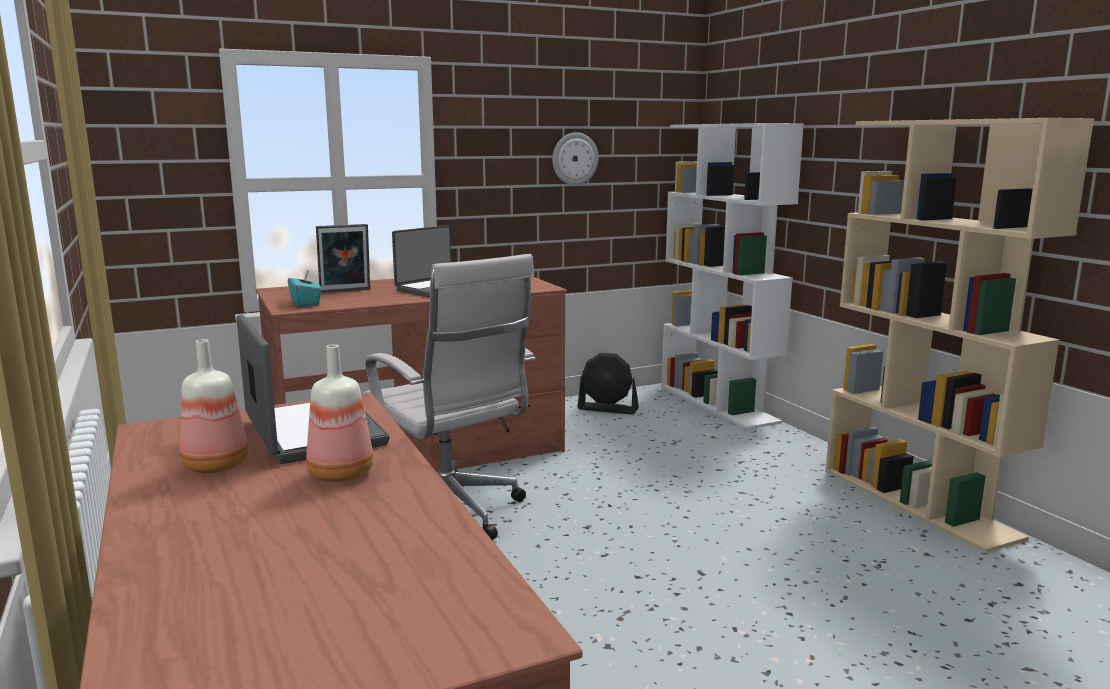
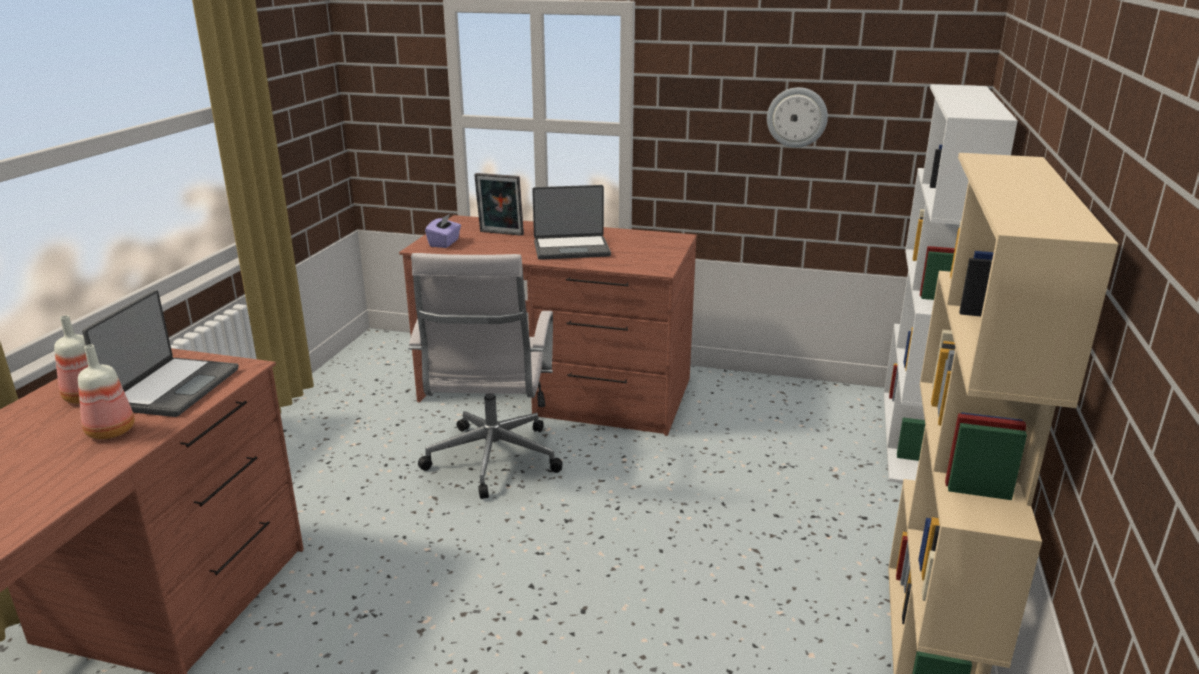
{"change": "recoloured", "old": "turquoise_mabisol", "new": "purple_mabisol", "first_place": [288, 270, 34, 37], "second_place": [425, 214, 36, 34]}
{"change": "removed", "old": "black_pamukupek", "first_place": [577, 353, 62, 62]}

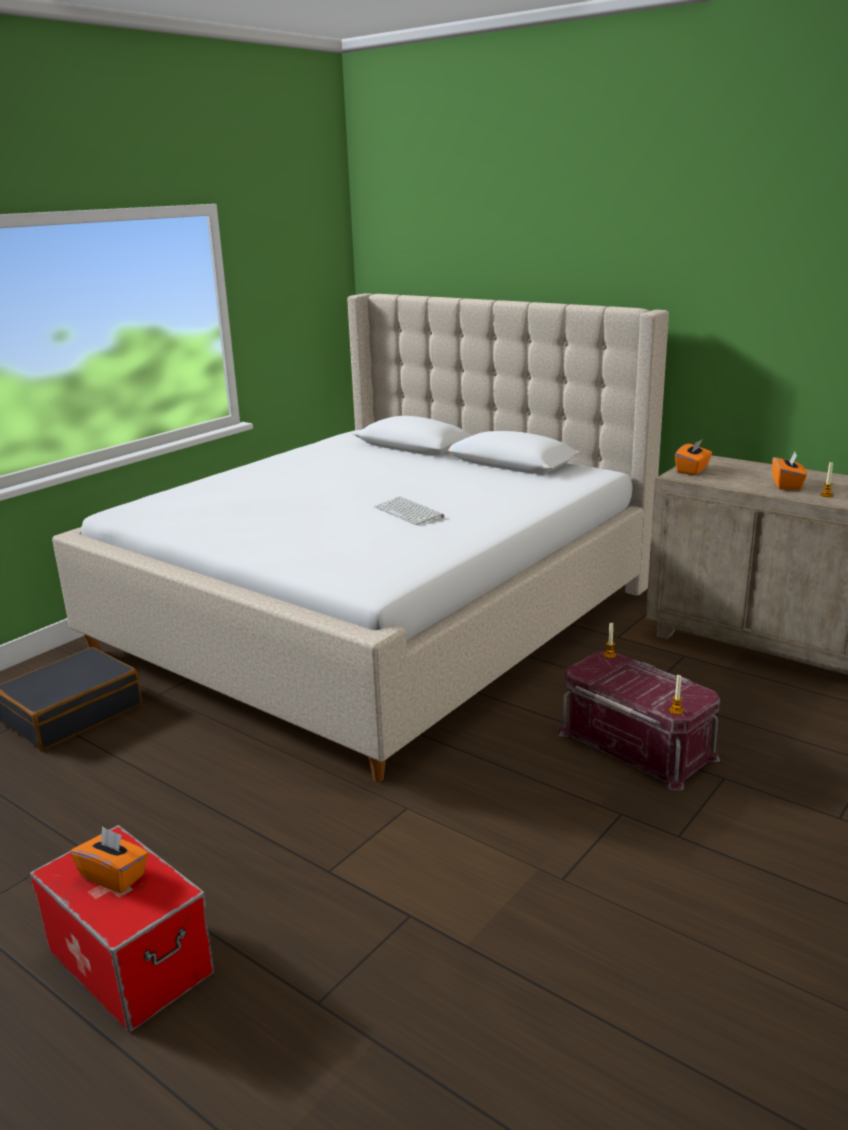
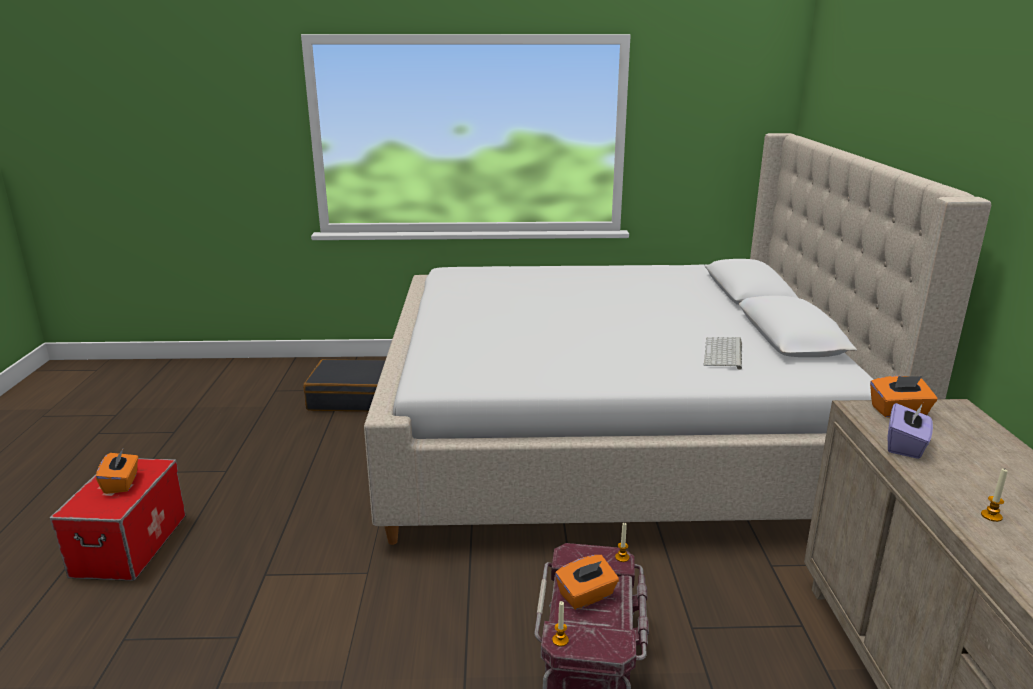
{"change": "moved", "old": "orange_mabisol", "first_place": [772, 452, 35, 38], "second_place": [555, 555, 64, 55]}
{"change": "moved", "old": "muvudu", "first_place": [374, 496, 71, 29], "second_place": [704, 337, 38, 33]}
{"change": "added", "new": "purple_mabisol", "second_place": [888, 403, 45, 56]}

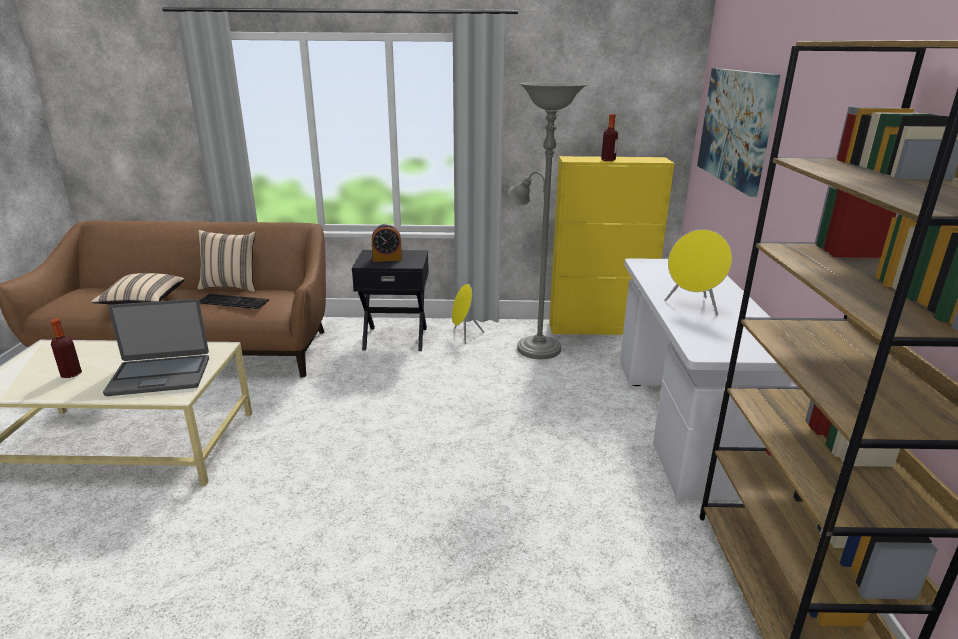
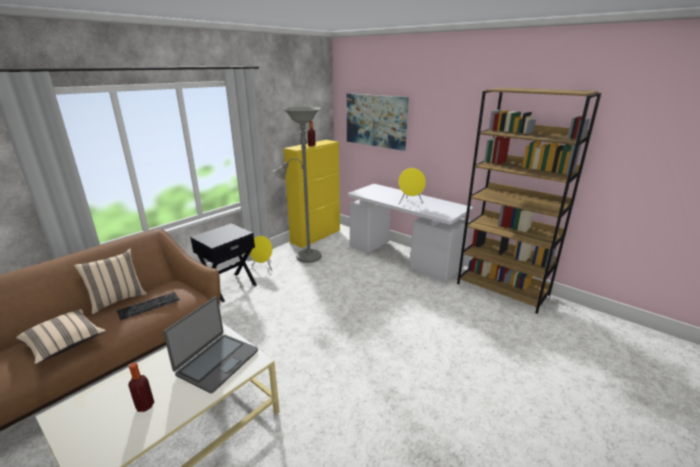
{"change": "removed", "old": "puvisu", "first_place": [372, 224, 30, 38]}

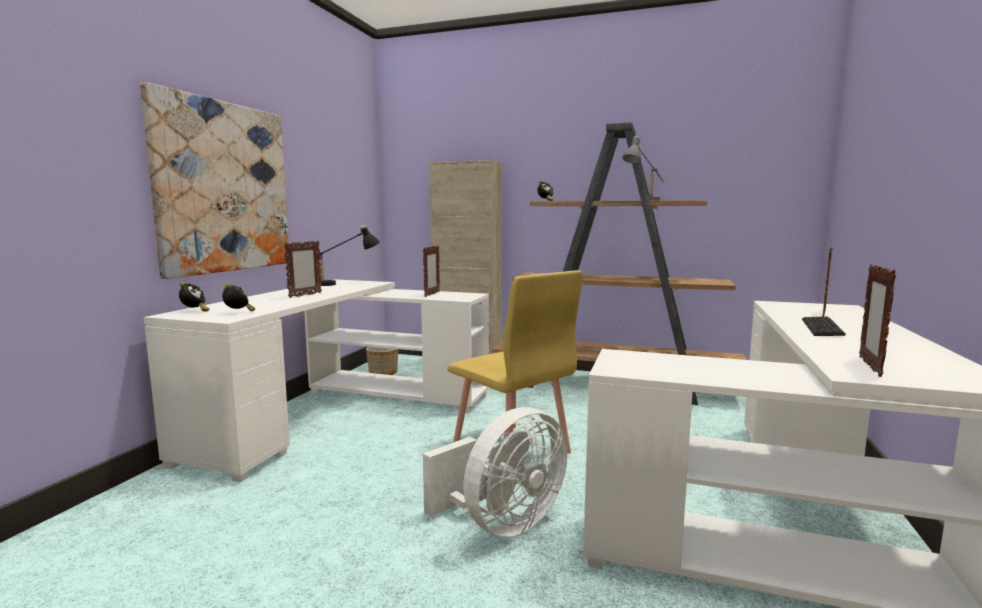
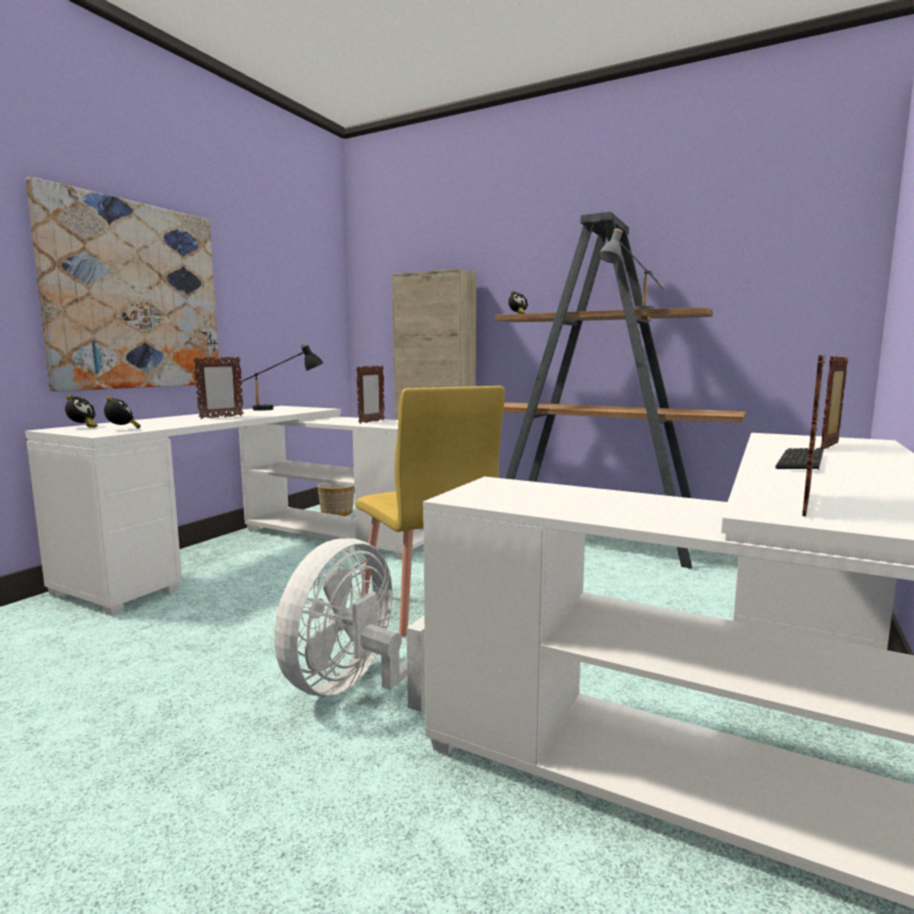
{"change": "turned", "old": "white_pamukupek", "first_place": [423, 407, 144, 130], "second_place": [274, 538, 151, 174], "degrees": 150}

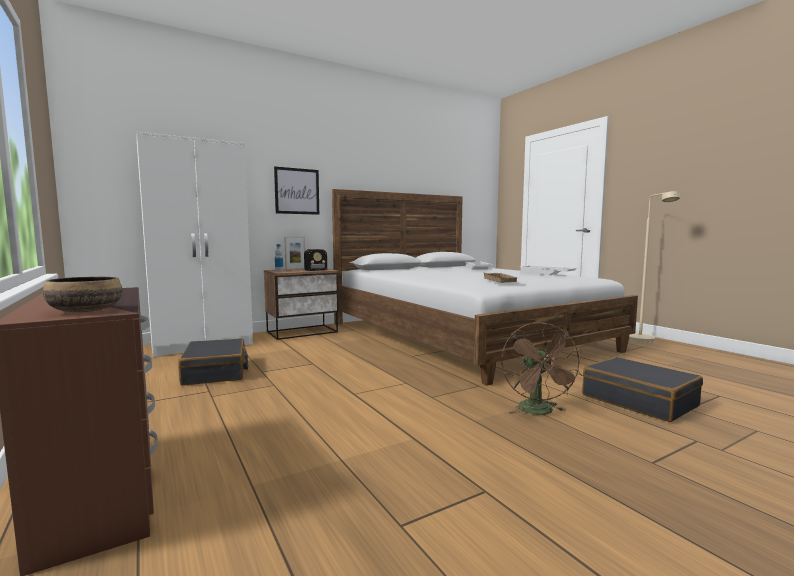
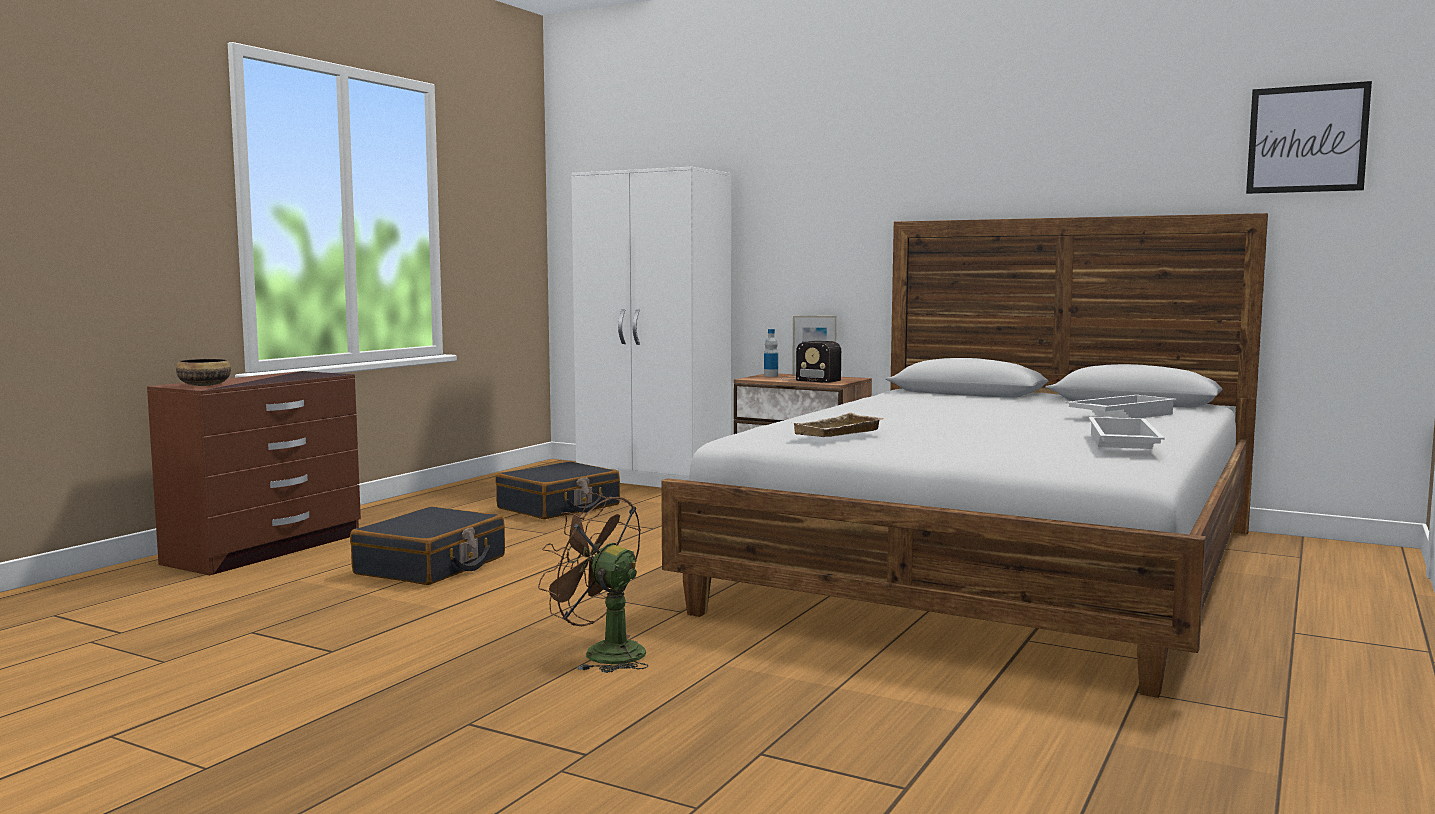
{"change": "moved", "old": "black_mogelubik", "first_place": [582, 357, 121, 65], "second_place": [350, 506, 155, 79]}
{"change": "turned", "old": "brown_pamukupek", "first_place": [501, 322, 81, 93], "second_place": [538, 492, 110, 181], "degrees": 60}
{"change": "moved", "old": "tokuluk", "first_place": [274, 166, 45, 49], "second_place": [1246, 81, 126, 113]}
{"change": "removed", "old": "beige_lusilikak", "first_place": [629, 191, 51, 153]}

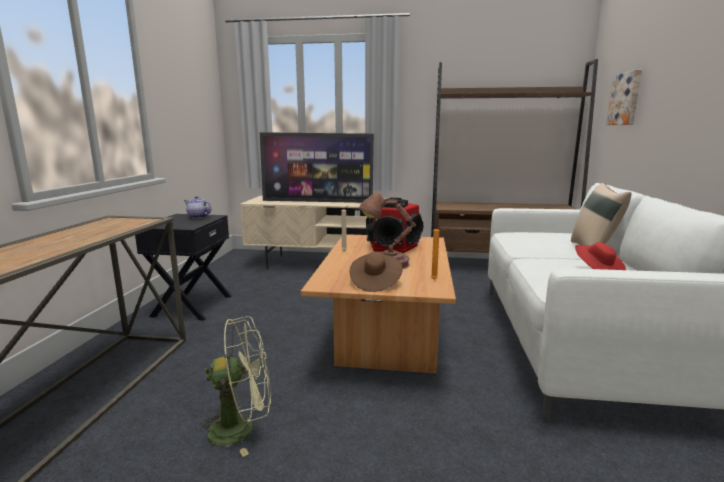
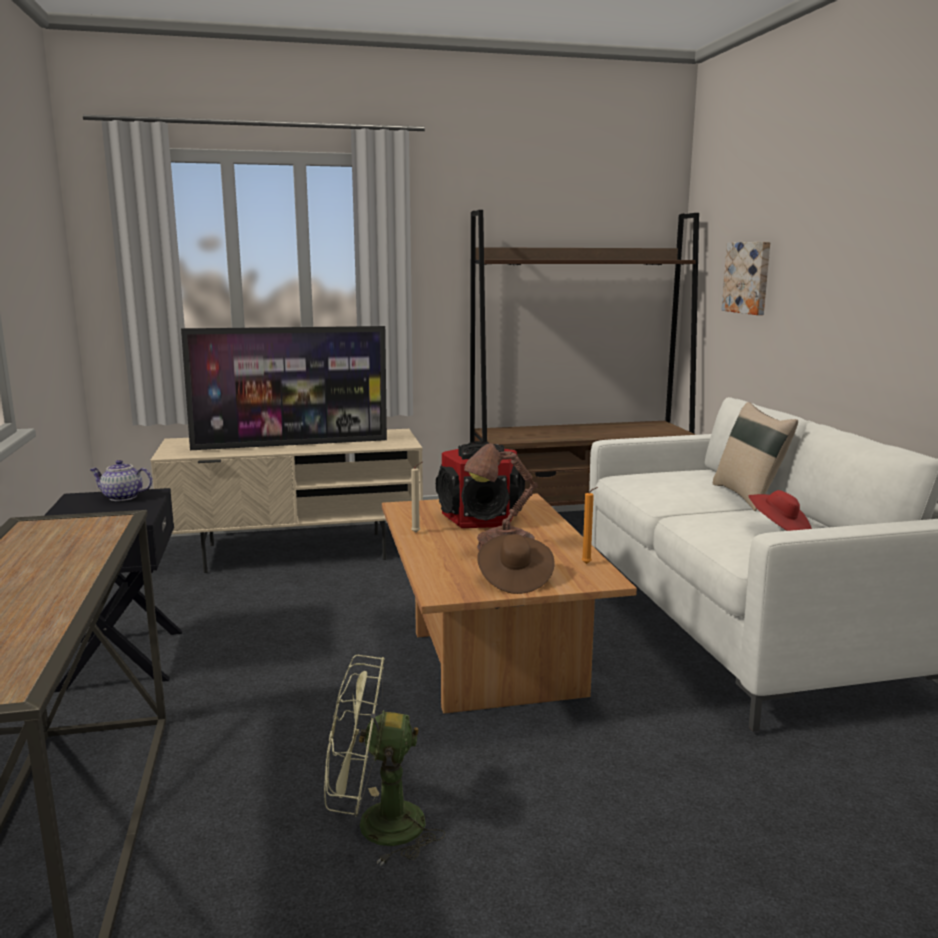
{"change": "turned", "old": "green_pamukupek", "first_place": [195, 316, 76, 141], "second_place": [324, 655, 121, 211], "degrees": -150}

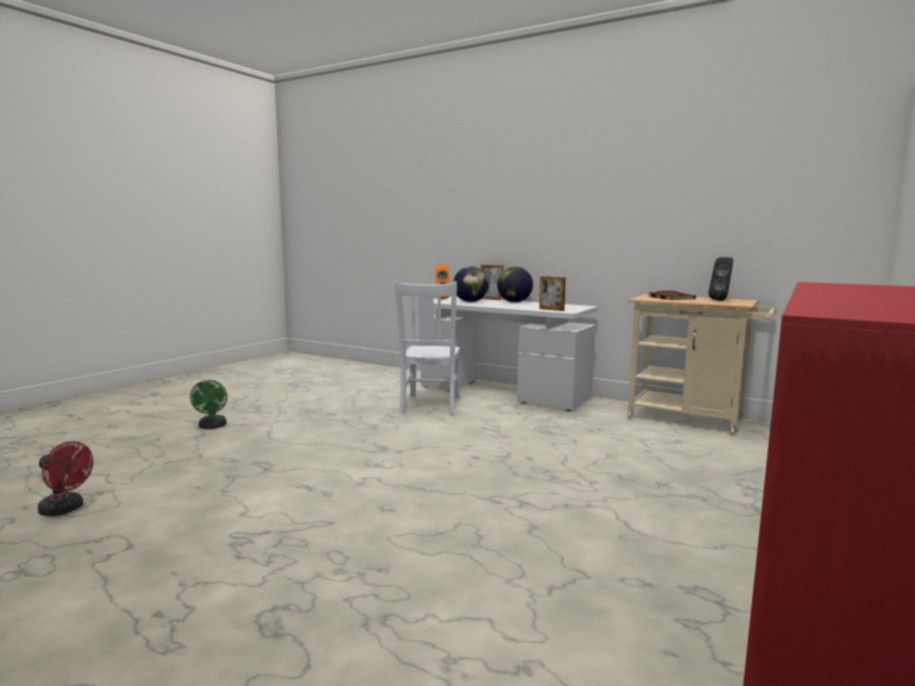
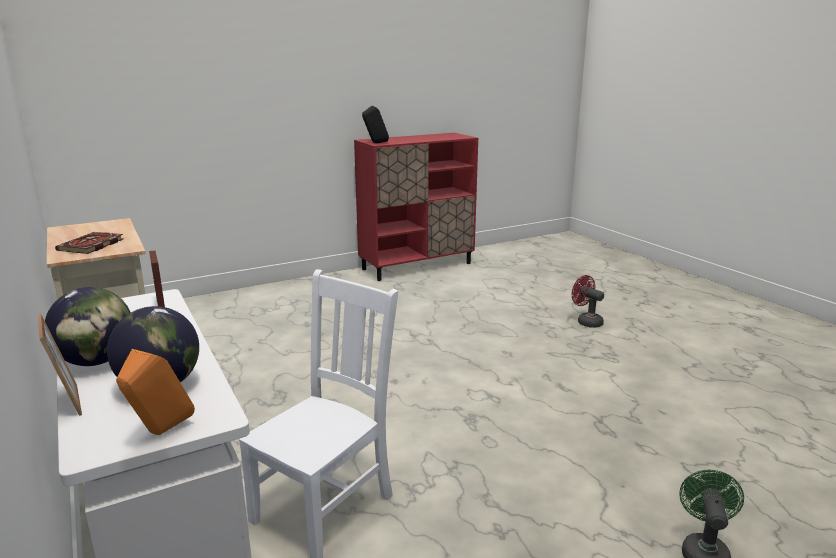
{"change": "moved", "old": "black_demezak", "first_place": [708, 257, 25, 44], "second_place": [362, 106, 27, 37]}
{"change": "moved", "old": "red_pamukupek", "first_place": [38, 441, 55, 75], "second_place": [572, 275, 32, 53]}

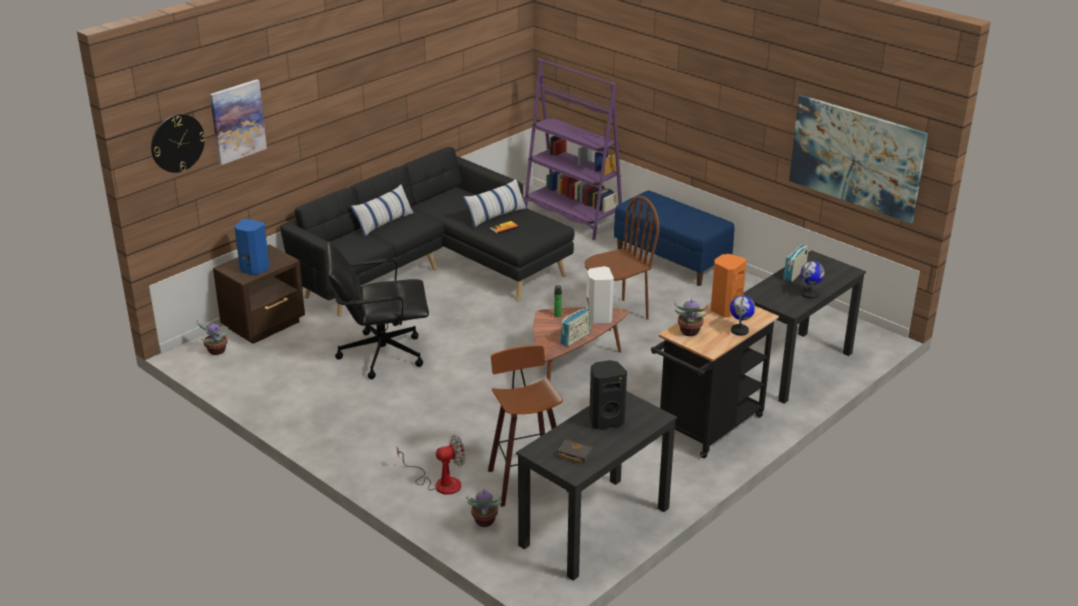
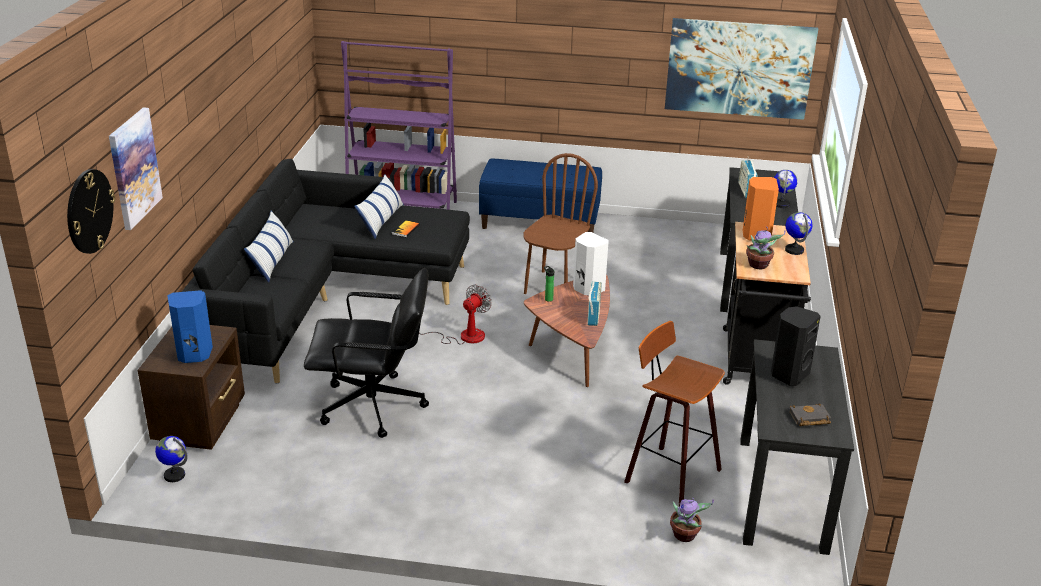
{"change": "replaced", "old": "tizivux", "new": "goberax", "first_place": [197, 320, 32, 35], "second_place": [155, 436, 33, 46]}
{"change": "turned", "old": "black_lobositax", "first_place": [326, 242, 103, 137], "second_place": [304, 268, 125, 170], "degrees": -135}
{"change": "moved", "old": "pamukupek", "first_place": [397, 435, 69, 60], "second_place": [419, 285, 73, 60]}

